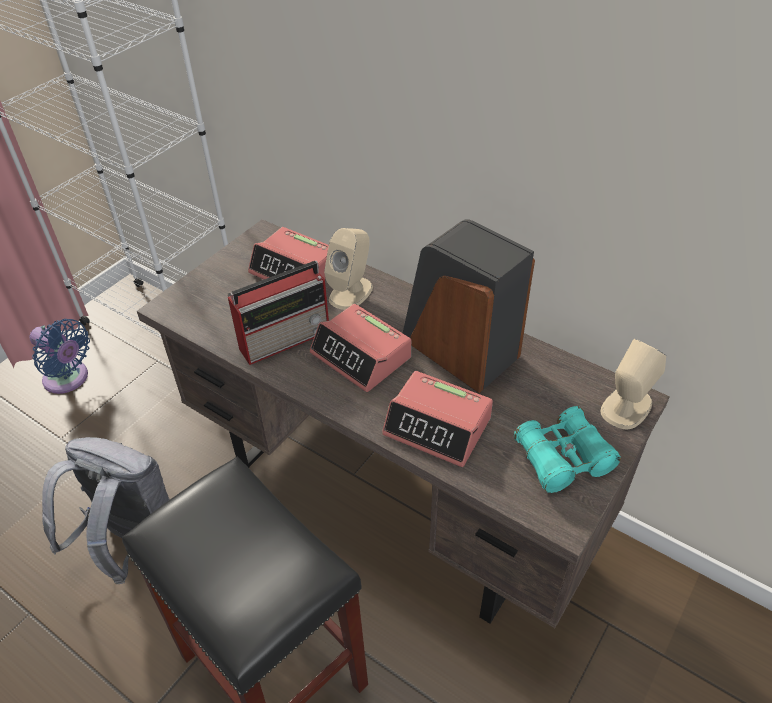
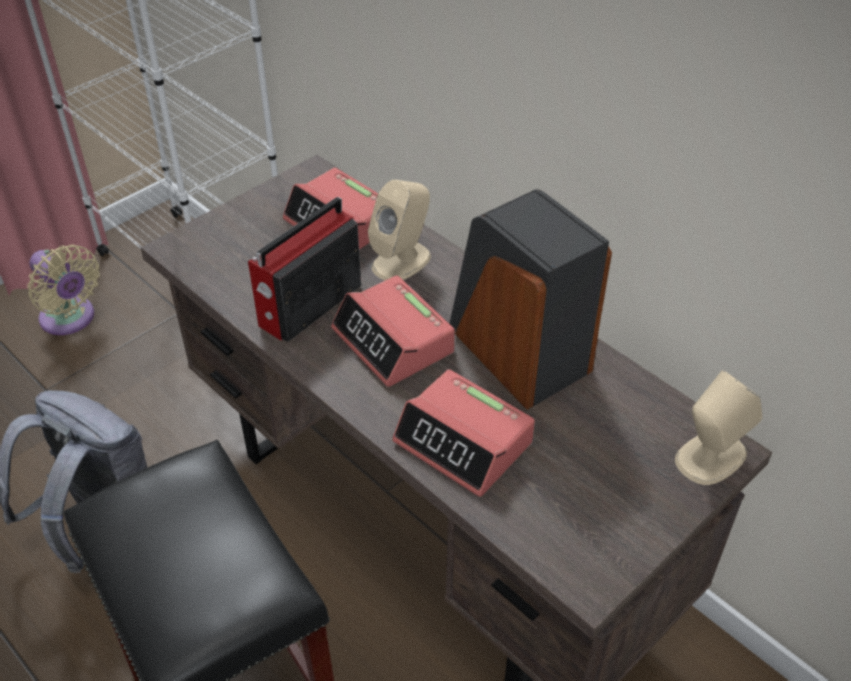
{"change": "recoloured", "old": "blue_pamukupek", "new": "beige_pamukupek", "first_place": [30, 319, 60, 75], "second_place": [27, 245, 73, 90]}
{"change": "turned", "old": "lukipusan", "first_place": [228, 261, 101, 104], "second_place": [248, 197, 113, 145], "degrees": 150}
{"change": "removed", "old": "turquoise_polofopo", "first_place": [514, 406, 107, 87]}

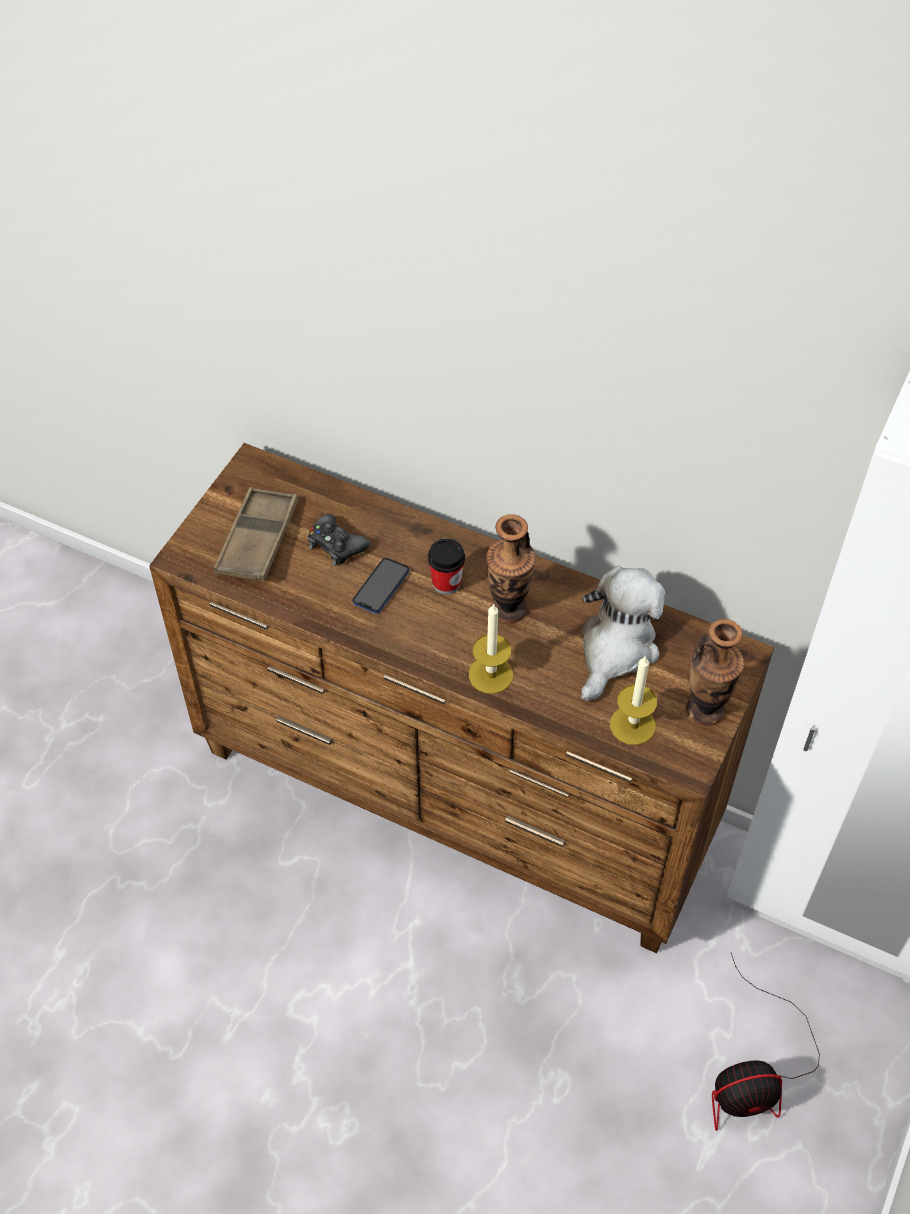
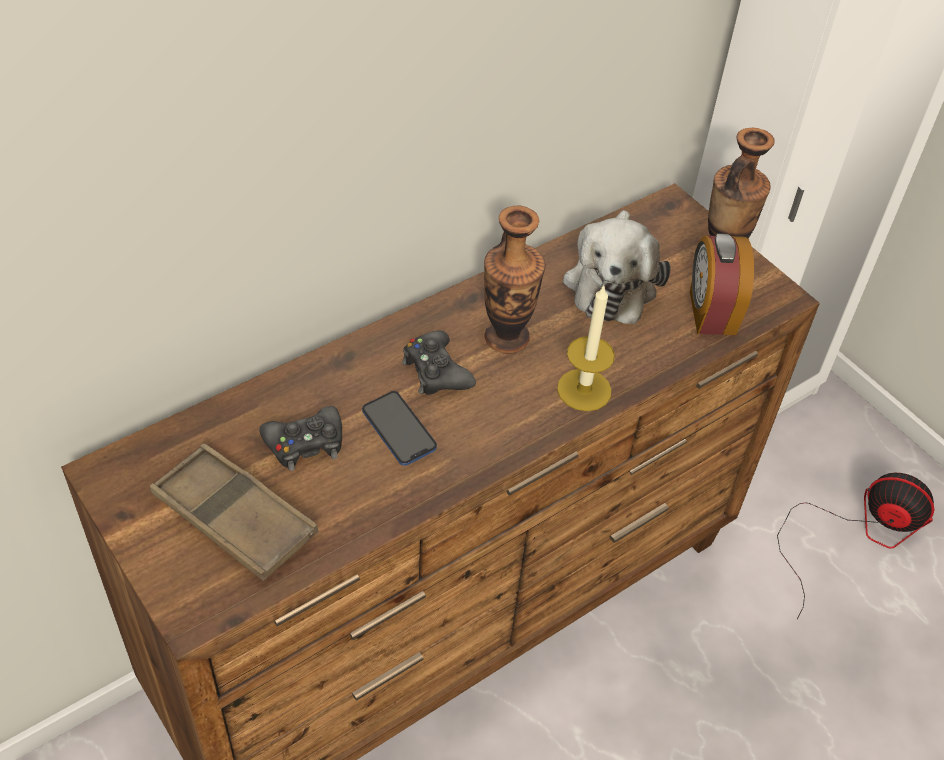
{"change": "replaced", "old": "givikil", "new": "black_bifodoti", "first_place": [428, 538, 37, 57], "second_place": [402, 330, 74, 65]}
{"change": "turned", "old": "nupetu", "first_place": [581, 566, 84, 135], "second_place": [563, 210, 108, 114], "degrees": -135}
{"change": "replaced", "old": "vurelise", "new": "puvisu", "first_place": [610, 656, 47, 89], "second_place": [690, 234, 64, 101]}
{"change": "turned", "old": "pamukupek", "first_place": [712, 953, 108, 178], "second_place": [777, 473, 157, 146], "degrees": -75}

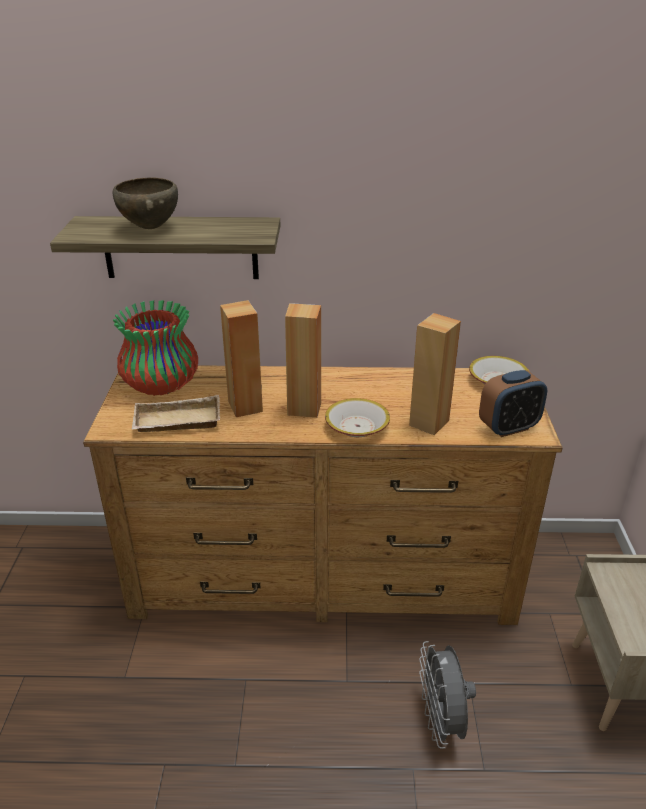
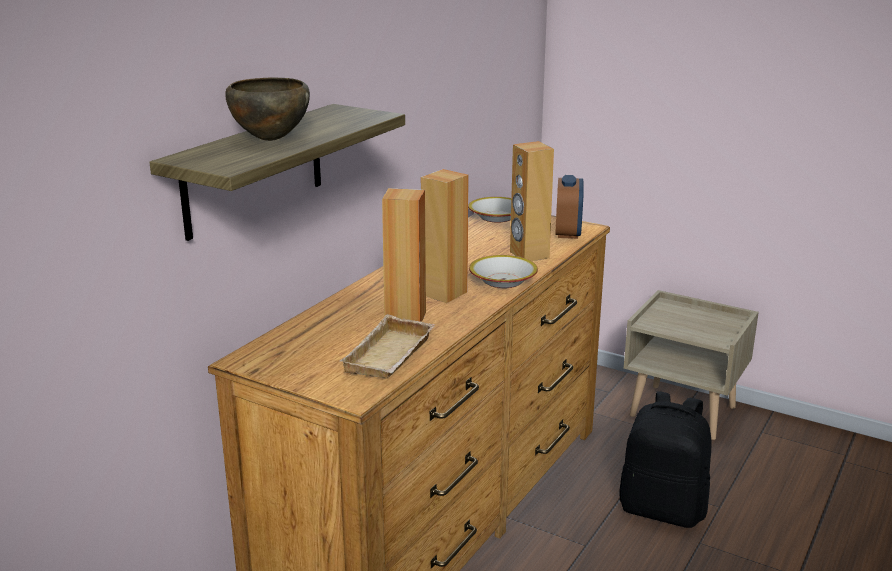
{"change": "replaced", "old": "grey_pamukupek", "new": "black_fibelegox", "first_place": [419, 641, 57, 108], "second_place": [620, 391, 91, 137]}
{"change": "removed", "old": "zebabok", "first_place": [113, 300, 85, 96]}

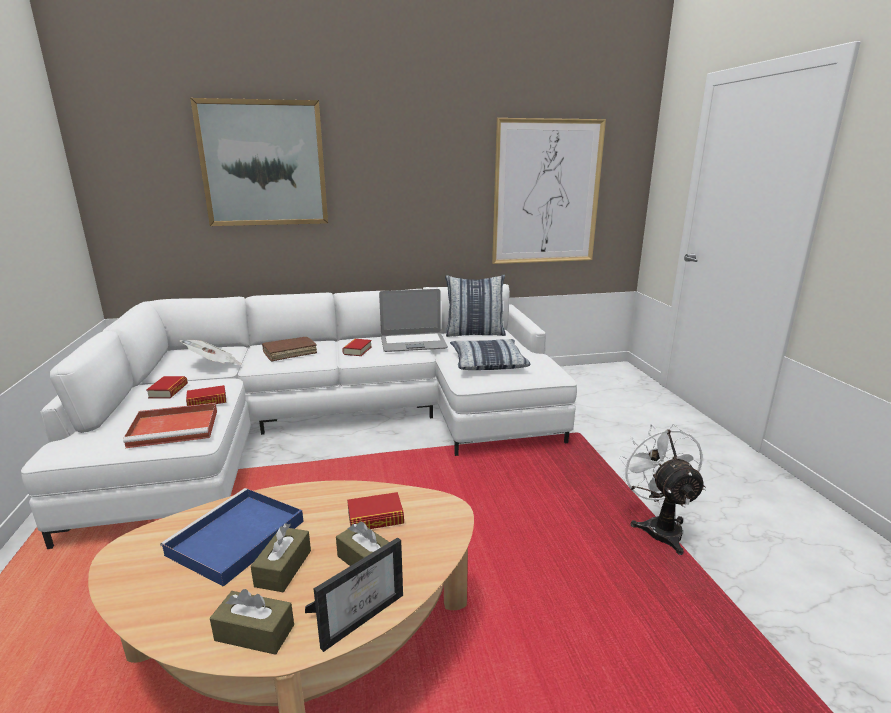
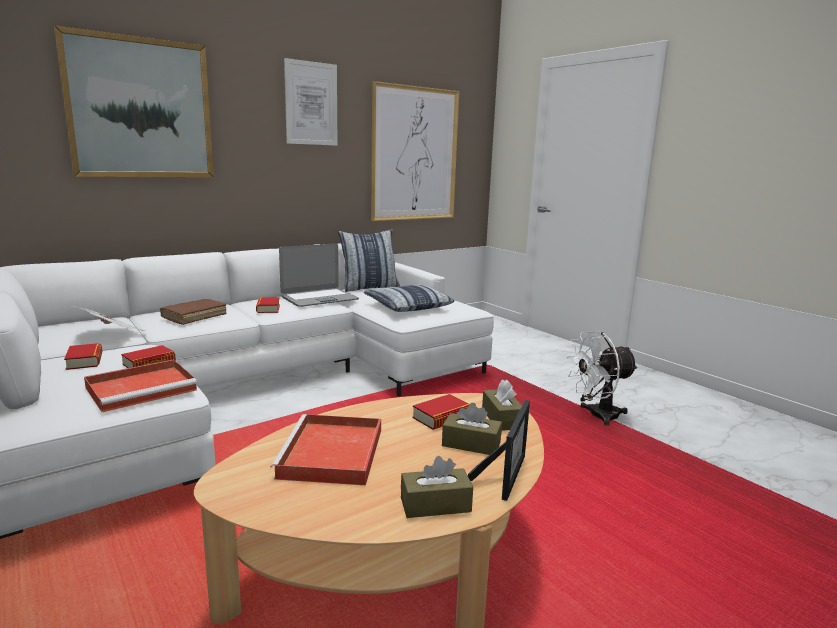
{"change": "recoloured", "old": "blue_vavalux", "new": "red_vavalux", "first_place": [160, 488, 144, 99], "second_place": [270, 414, 111, 71]}
{"change": "added", "new": "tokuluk", "second_place": [284, 58, 53, 87]}
{"change": "moved", "old": "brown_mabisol", "first_place": [251, 523, 60, 69], "second_place": [482, 379, 40, 52]}
{"change": "turned", "old": "white_pamukupek", "first_place": [619, 424, 87, 131], "second_place": [566, 331, 72, 95], "degrees": -75}

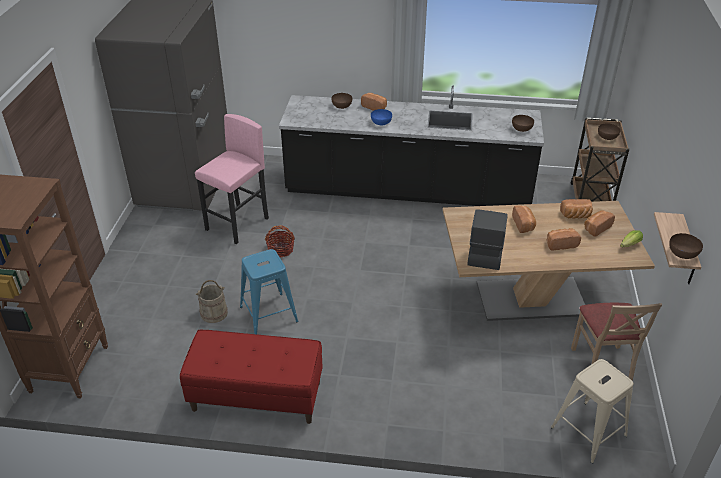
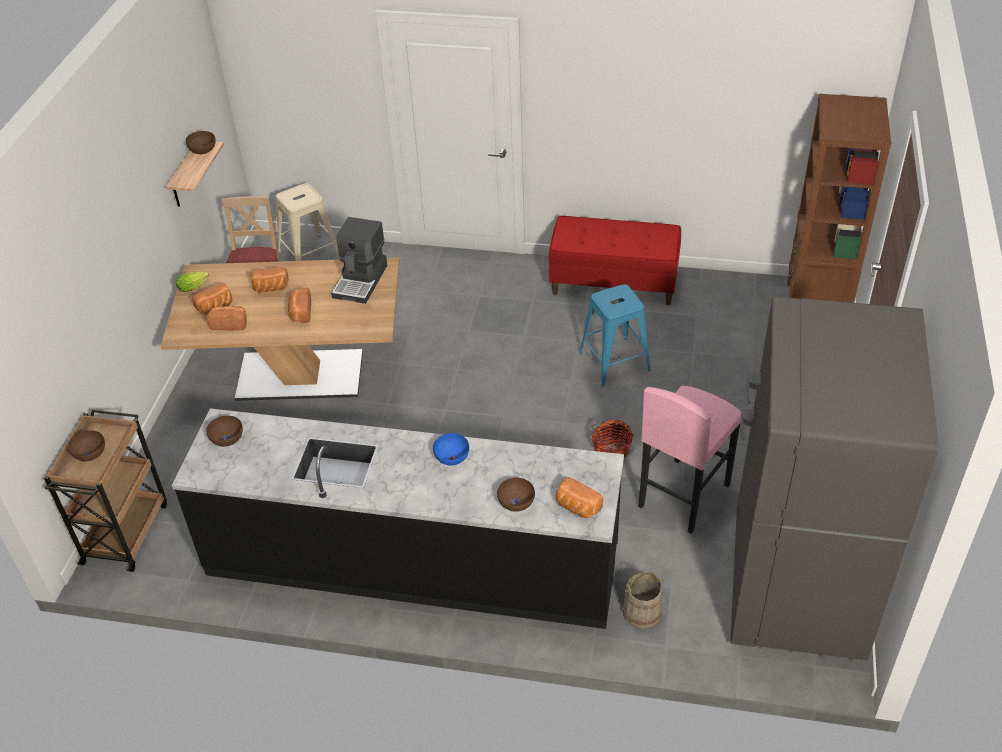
{"change": "moved", "old": "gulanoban", "first_place": [361, 93, 26, 18], "second_place": [556, 477, 47, 41]}
{"change": "moved", "old": "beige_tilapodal", "first_place": [196, 280, 32, 43], "second_place": [623, 572, 41, 57]}

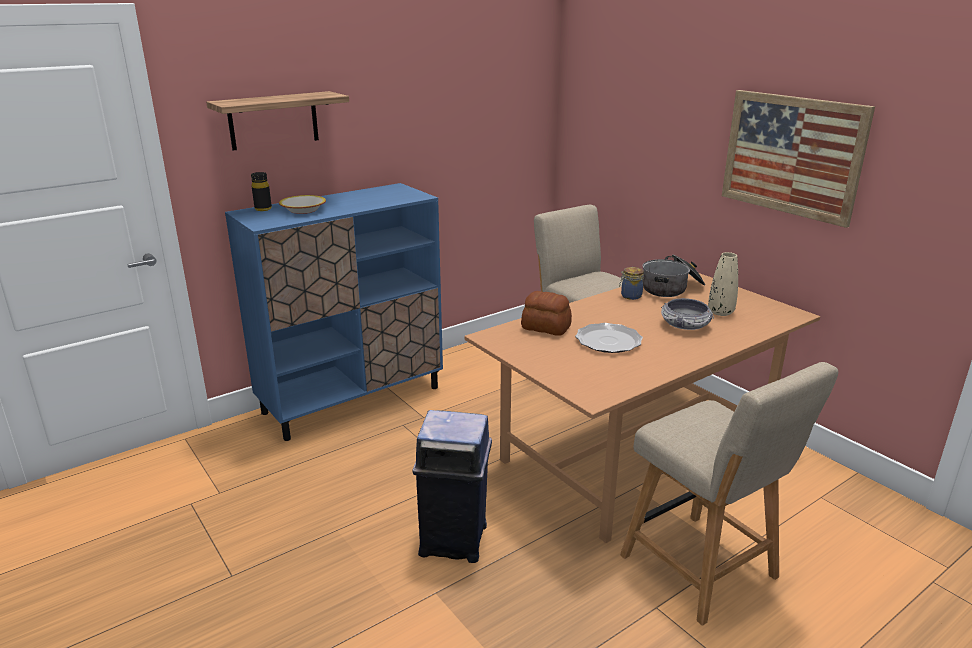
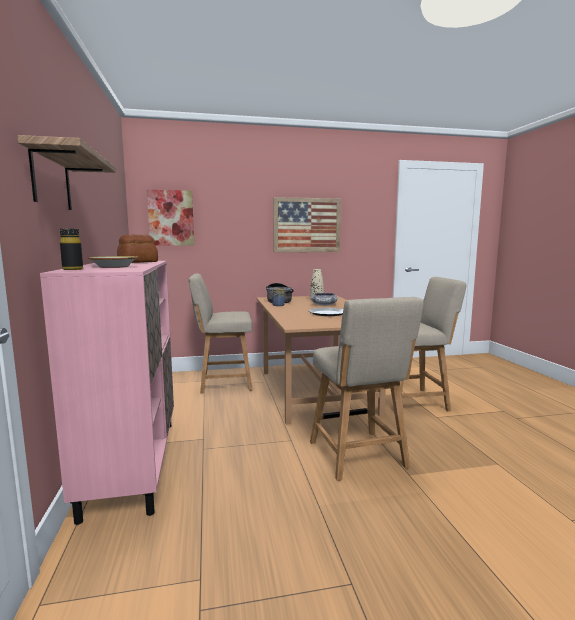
{"change": "recoloured", "old": "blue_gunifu", "new": "pink_gunifu", "first_place": [225, 183, 218, 258], "second_place": [40, 261, 134, 264]}
{"change": "moved", "old": "gulanoban", "first_place": [521, 291, 51, 45], "second_place": [117, 234, 41, 29]}
{"change": "added", "new": "tokuluk", "second_place": [147, 190, 47, 56]}
{"change": "replaced", "old": "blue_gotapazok", "new": "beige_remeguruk", "first_place": [412, 410, 80, 153], "second_place": [310, 297, 114, 184]}

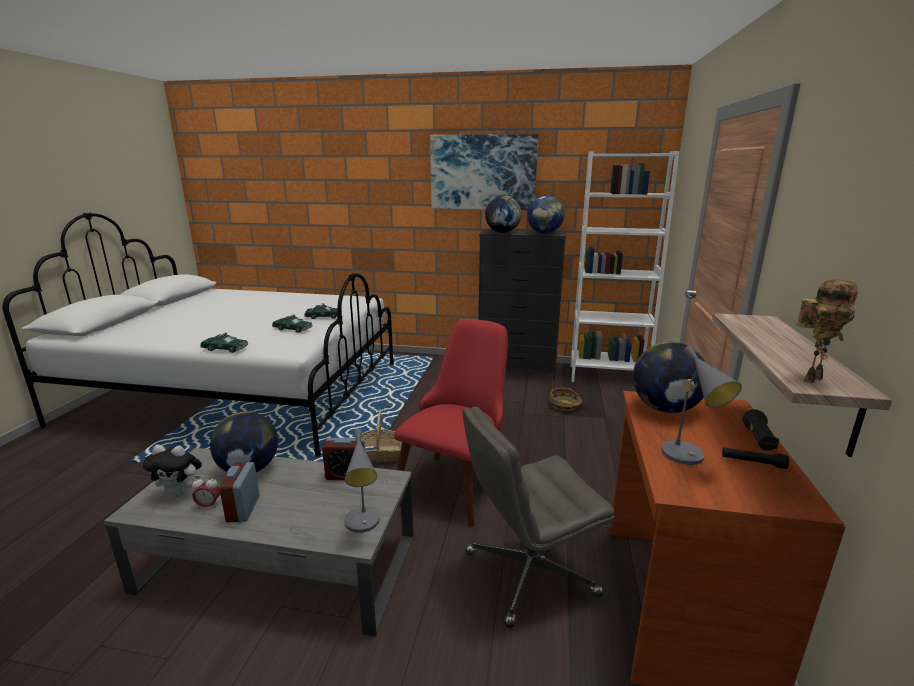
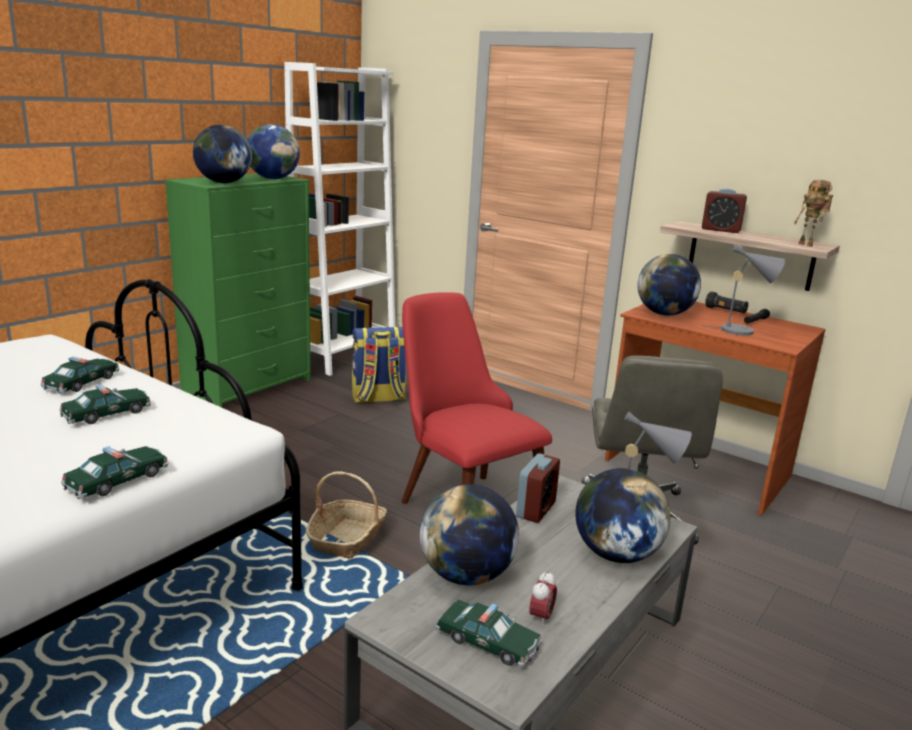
{"change": "recoloured", "old": "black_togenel", "new": "green_togenel", "first_place": [479, 228, 87, 151], "second_place": [165, 173, 146, 234]}
{"change": "replaced", "old": "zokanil", "new": "fibelegox", "first_place": [549, 387, 37, 25], "second_place": [352, 327, 54, 76]}
{"change": "replaced", "old": "nupetu", "new": "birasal", "first_place": [143, 445, 59, 51], "second_place": [436, 600, 105, 68]}
{"change": "added", "new": "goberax", "second_place": [575, 468, 96, 95]}
{"change": "moved", "old": "puvisu", "first_place": [219, 462, 40, 60], "second_place": [702, 189, 45, 44]}
{"change": "turned", "old": "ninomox", "first_place": [796, 280, 62, 103], "second_place": [794, 180, 39, 67], "degrees": 150}
{"change": "removed", "old": "tokuluk", "first_place": [430, 134, 108, 76]}

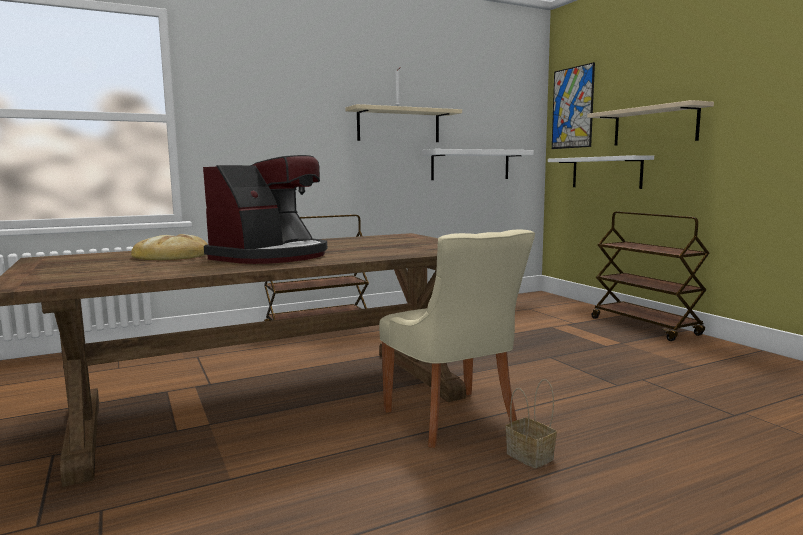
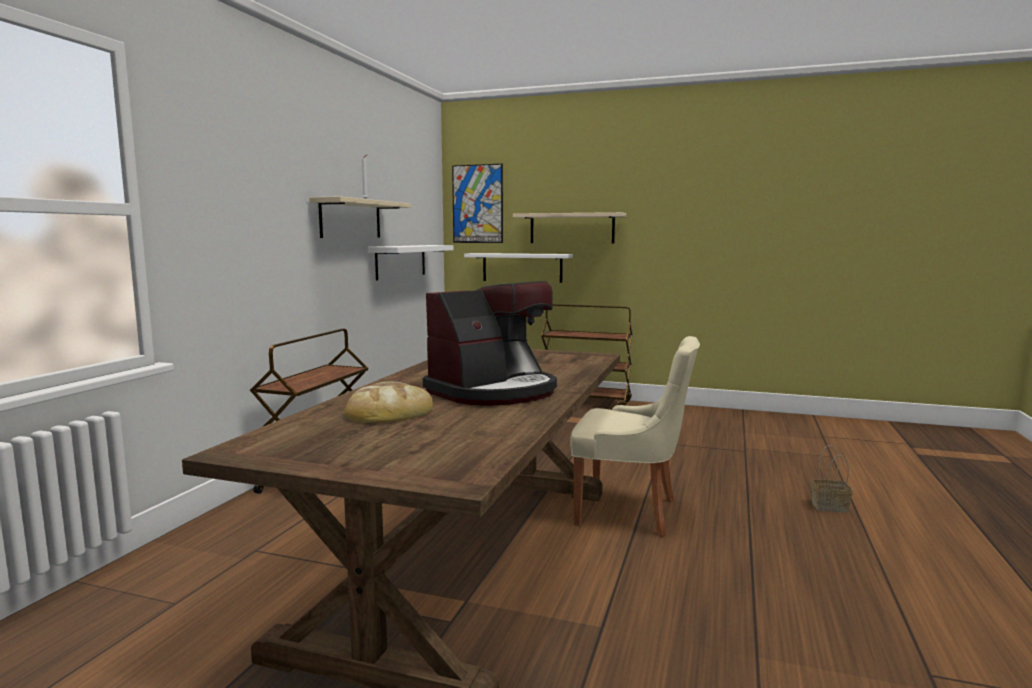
{"change": "turned", "old": "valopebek", "first_place": [203, 155, 124, 109], "second_place": [423, 281, 134, 125], "degrees": 60}
{"change": "moved", "old": "zokanil", "first_place": [505, 379, 52, 89], "second_place": [812, 445, 41, 67]}

